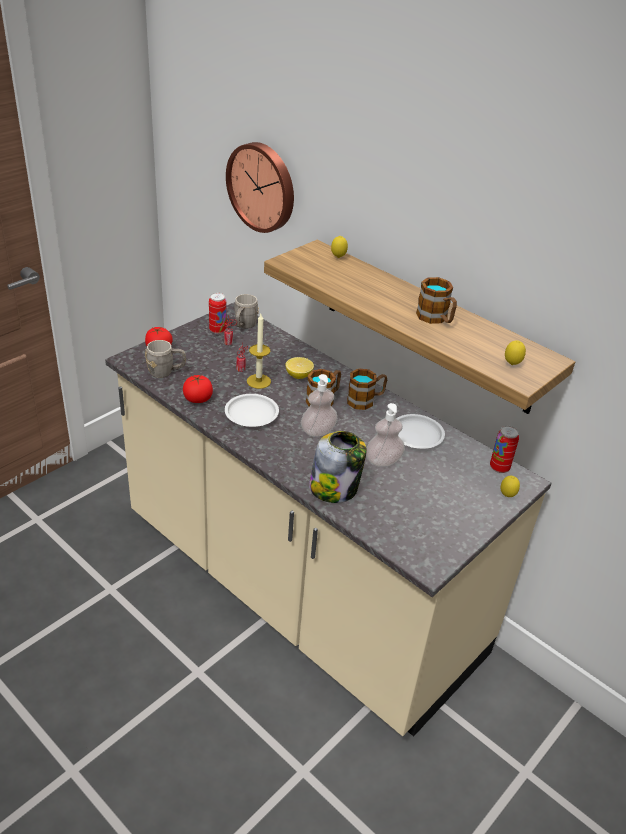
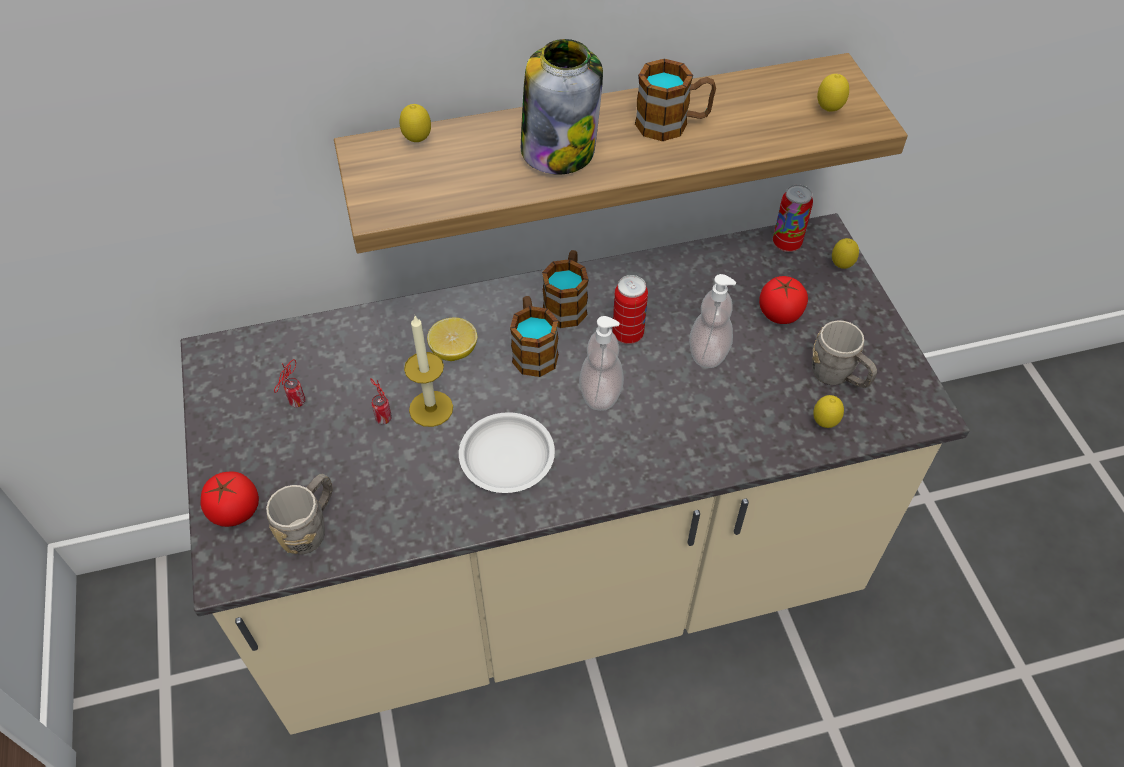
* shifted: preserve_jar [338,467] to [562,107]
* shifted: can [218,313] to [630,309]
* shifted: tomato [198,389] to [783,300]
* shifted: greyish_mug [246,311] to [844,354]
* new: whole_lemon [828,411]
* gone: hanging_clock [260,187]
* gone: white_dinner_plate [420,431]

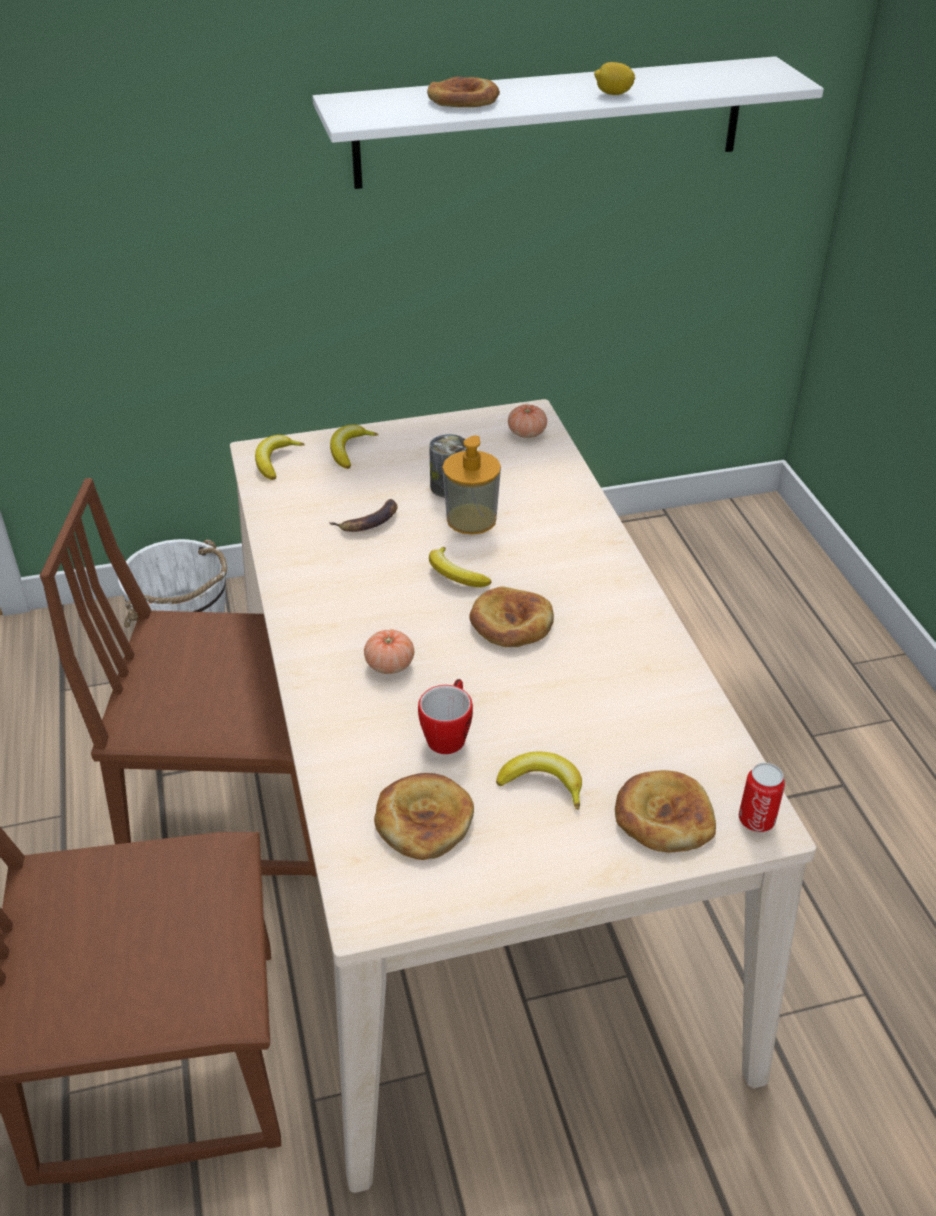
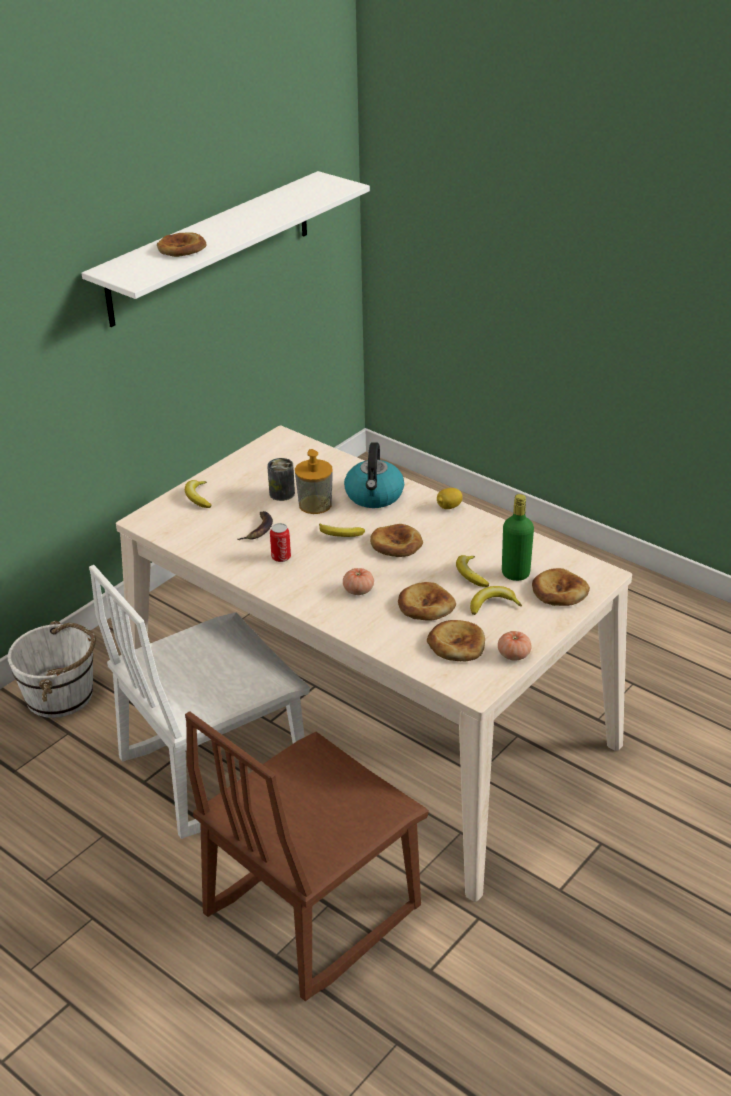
* repainted: brownish_plain_chair [178,677] to white_plain_chair [199,702]
* shifted: can [762,797] to [280,542]
* new: kettle [374,475]
* swapped: mug [445,716] to bakery_bread [427,601]
* shifted: whole_lemon [614,78] to [449,498]
* shifted: whole_banana [280,457] to [472,571]
* shifted: tomato [527,421] to [515,646]
* new: greenish_drink_bottle [518,537]

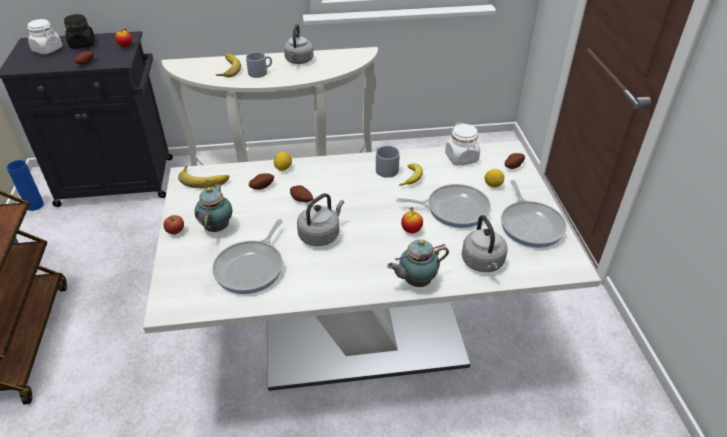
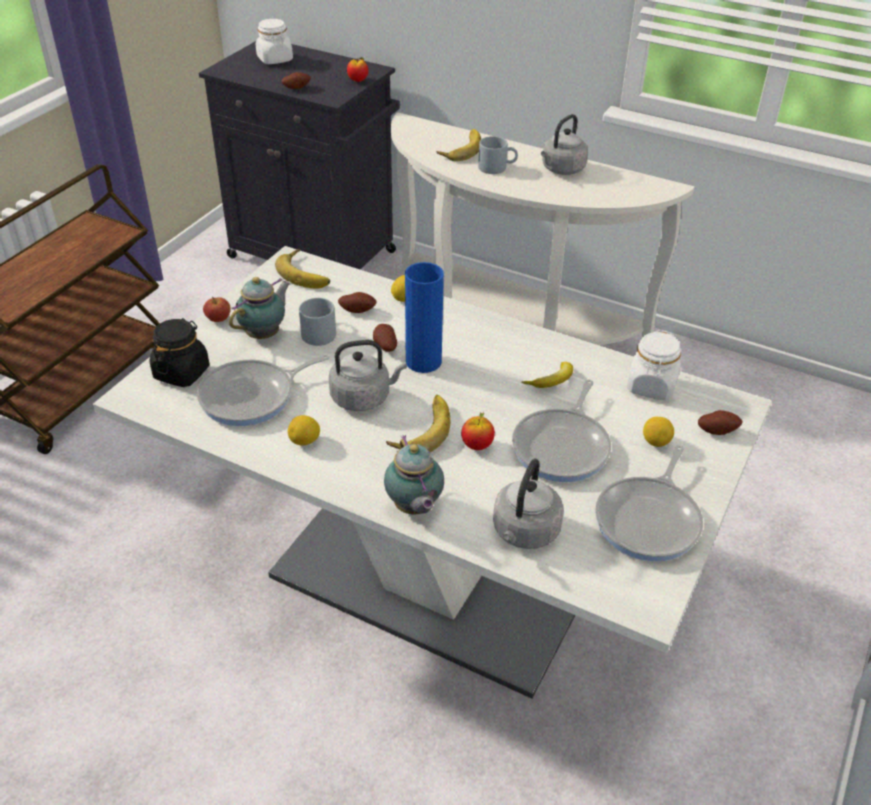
* shifted: black_preserve_jar [79,31] to [180,352]
* new: whole_lemon [304,430]
* shifted: greyish_mug [388,162] to [317,322]
* rotated: pot_for_tea [418,263] = [414,474] 120 degrees counterclockwise
* new: whole_banana [418,423]
* shifted: blue-coloured_vase [25,185] to [424,317]
* rotated: skillet [443,206] = [561,430] 75 degrees clockwise

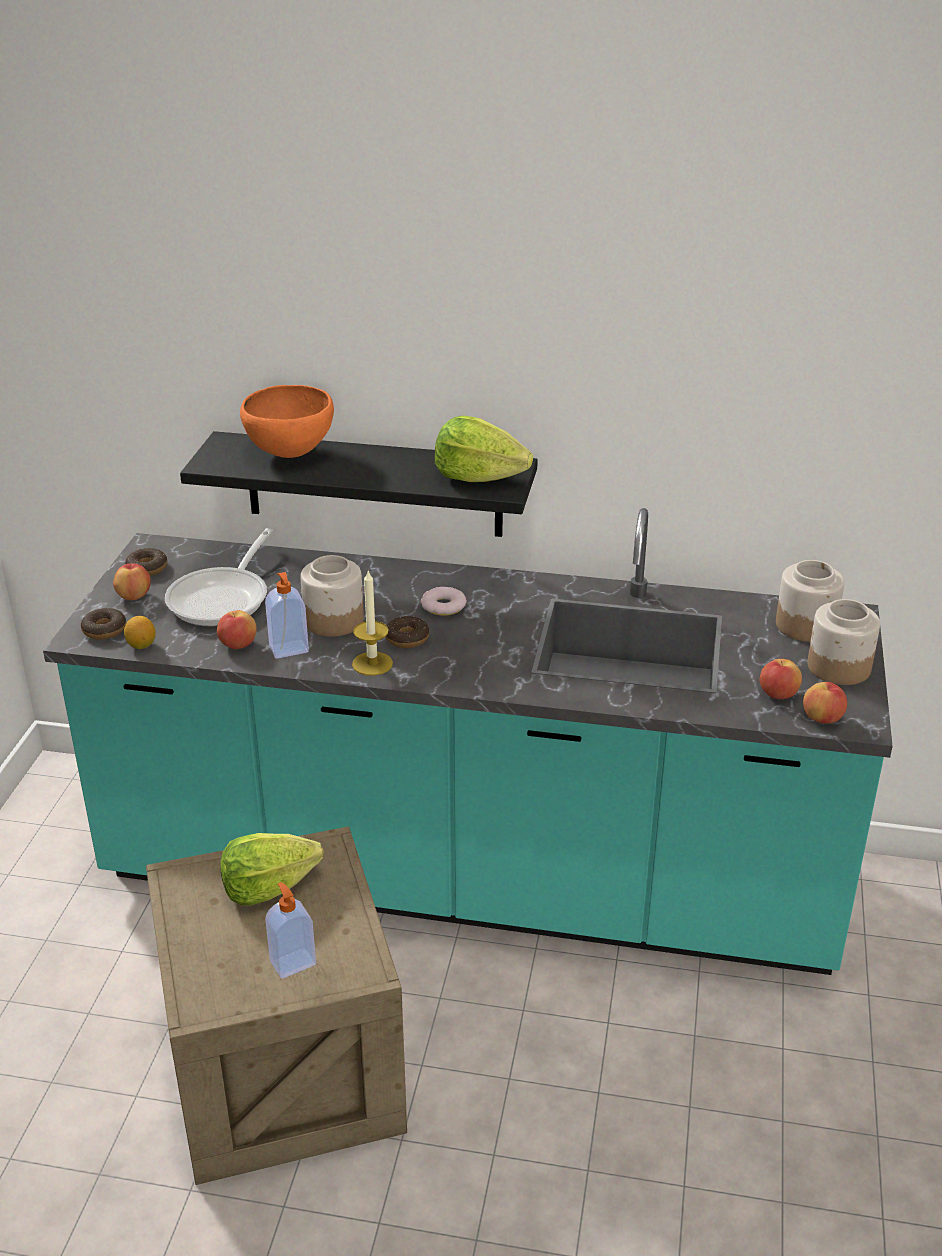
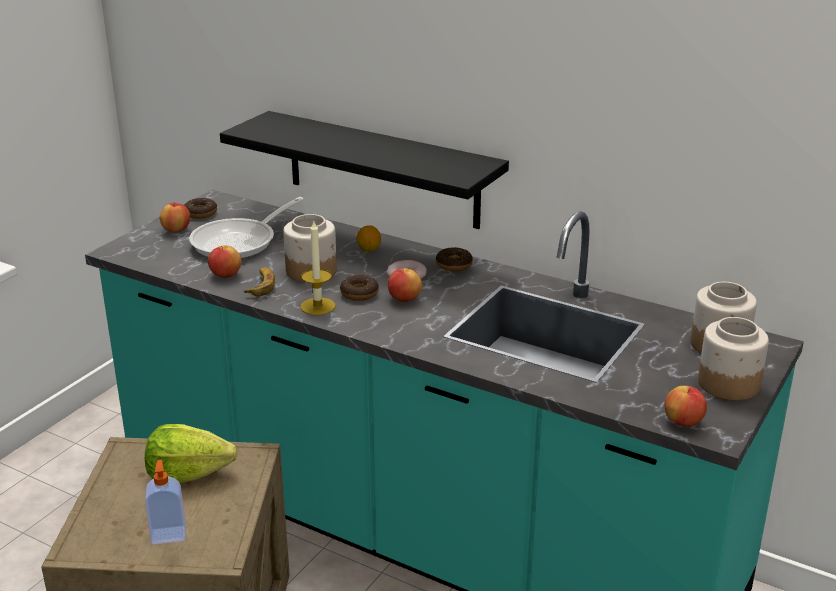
* swapped: soap_dispenser [287,615] to whole_banana [259,281]
* shifted: whole_lemon [139,632] to [369,238]
* shifted: apple_fruit [780,679] to [405,285]
* shifted: donut [103,624] to [454,259]
* gone: orangey_deep_dish [287,421]
* gone: lettuce_head [484,448]

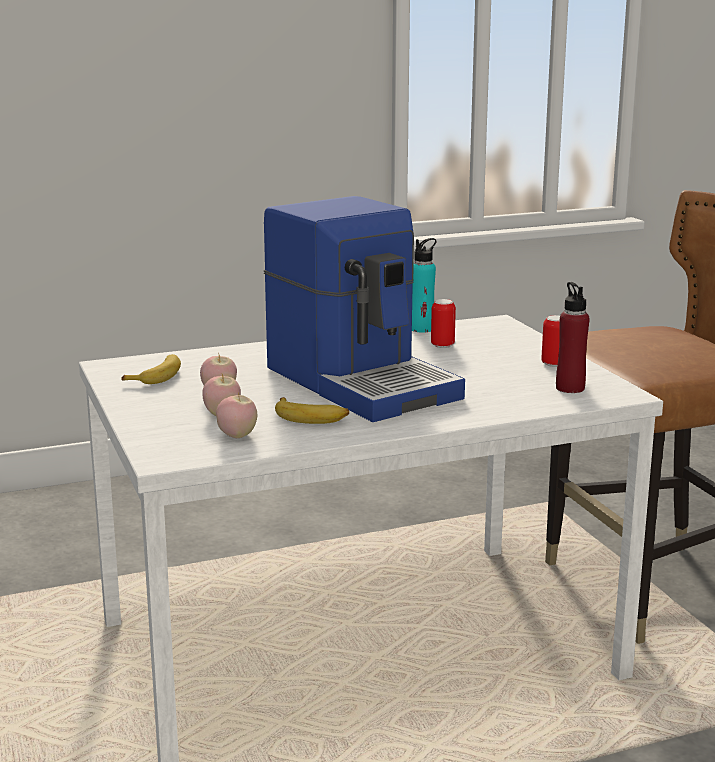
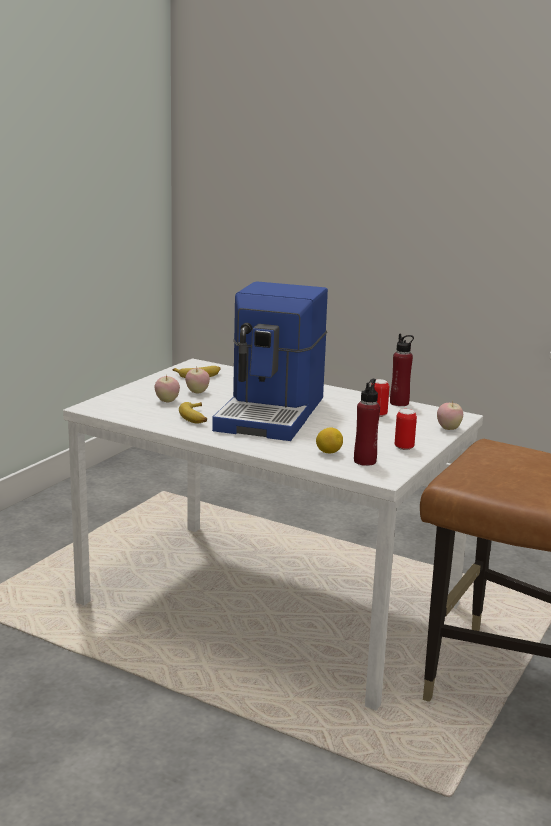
* new: whole_lemon [329,440]
* repainted: turquoise-coloured_drink_bottle [424,285] to red_drink_bottle [402,370]
* shifted: apple_fruit [236,415] to [450,415]

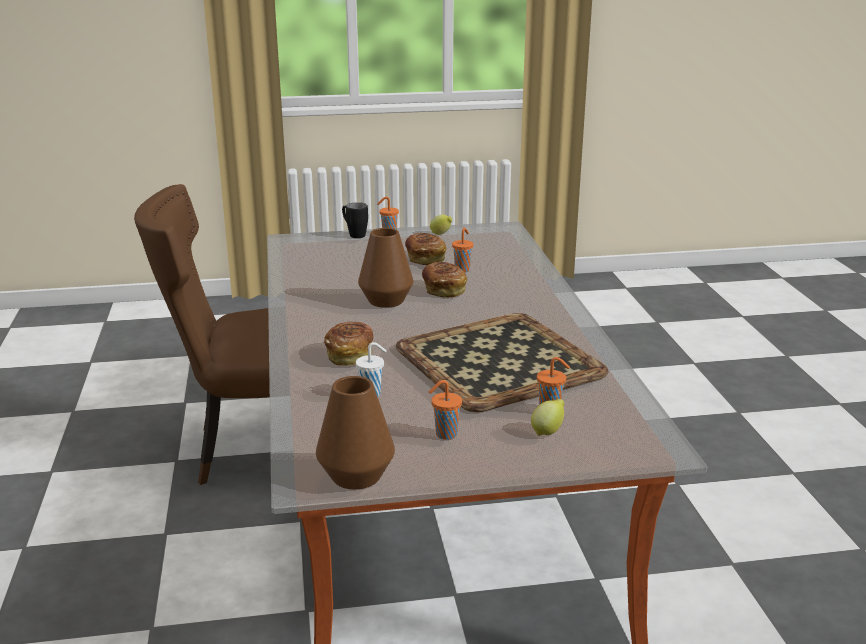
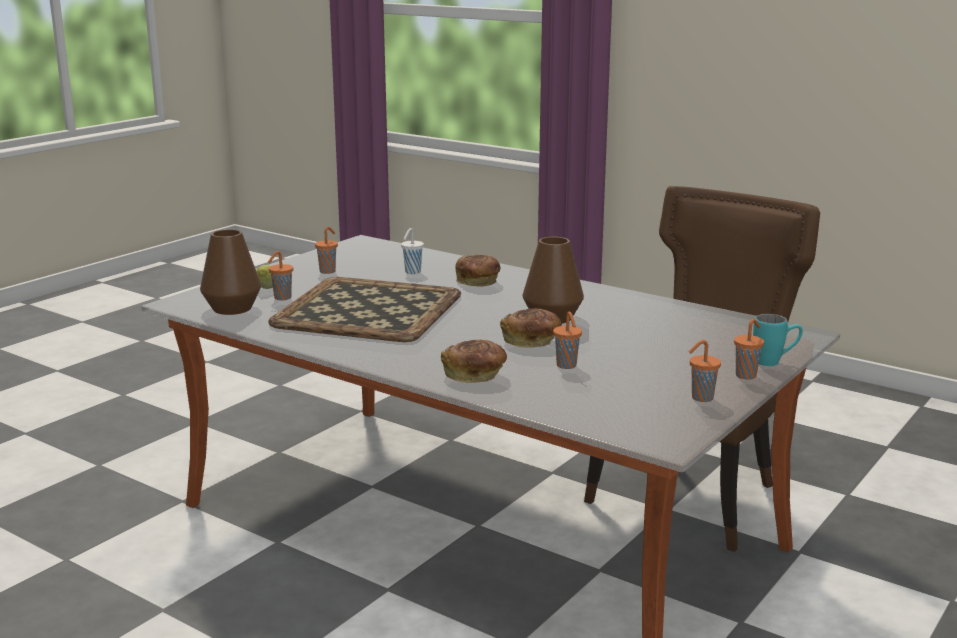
* shifted: brownish_vase [355,432] to [230,272]
* shifted: bakery_bread [426,249] to [474,361]
* swapped: whole_lemon [441,224] to orangey_cup [705,371]
* repainted: black_mug [355,220] to turquoise-coloured_mug [778,340]

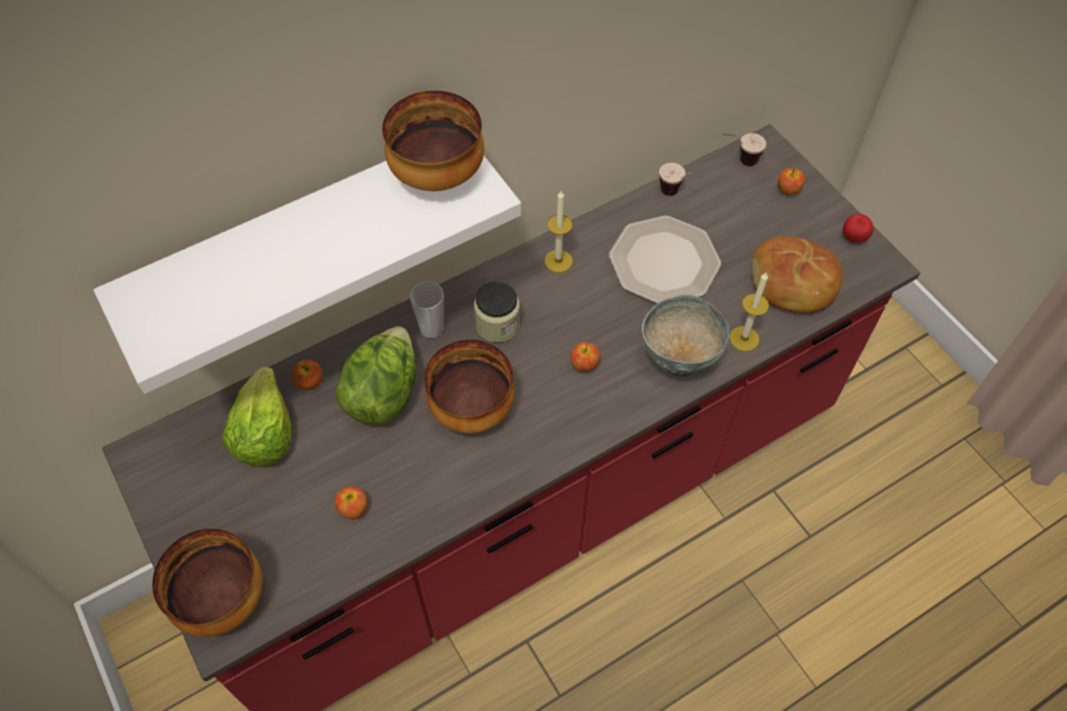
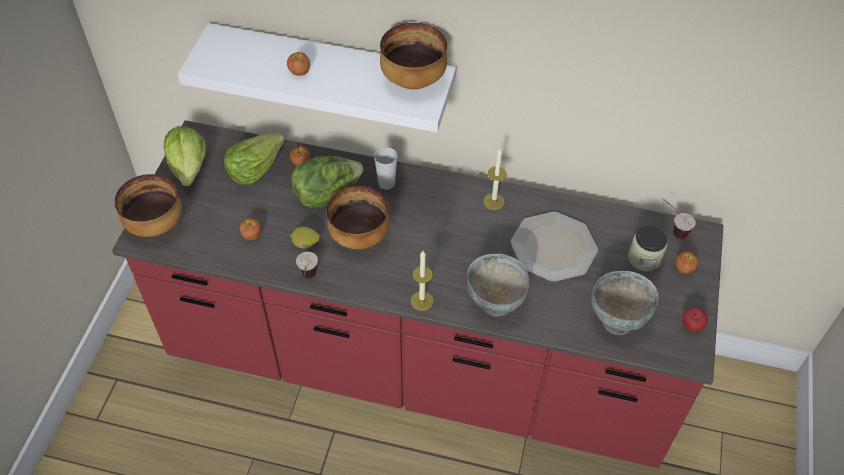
* new: lettuce_head [185,156]
* shifted: apple_fruit [585,357] to [298,64]
* new: whole_lemon [305,238]
* shifted: cup [681,179] to [307,265]
* shifted: wax_candle [749,312] to [422,281]
* swapped: bakery_bread [797,274] to greyish_deep_dish [624,303]
* shifted: preserve_jar [497,311] to [647,248]

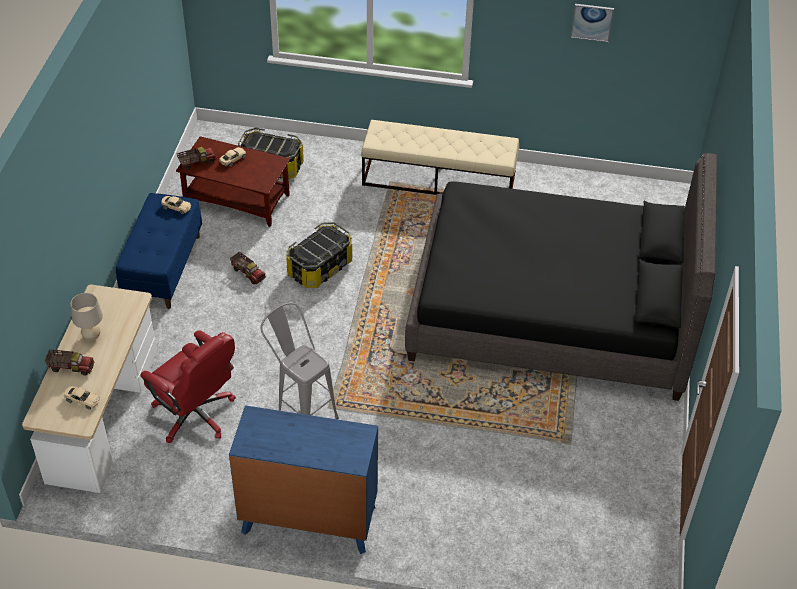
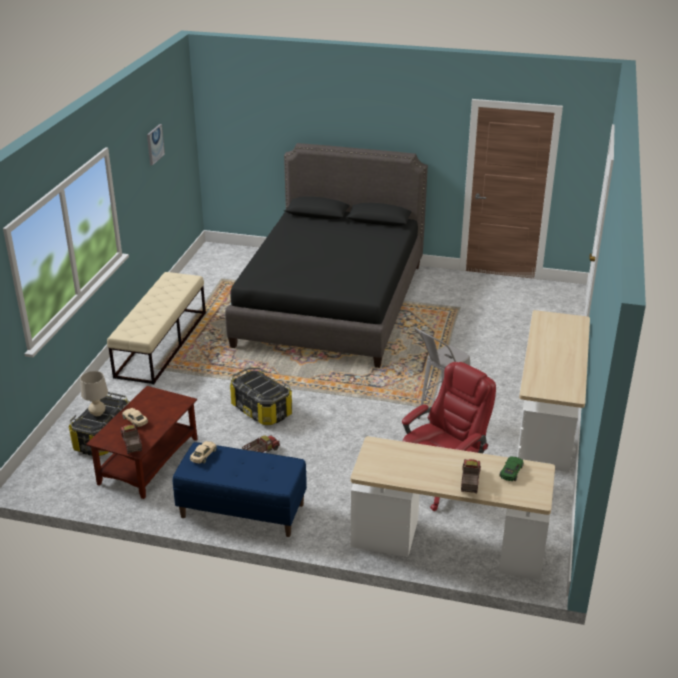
* shifted: beige-coloured_table_lamp [87,316] to [94,393]
* repainted: beige-coloured_toy_car [82,398] to greenish_toy_car [511,468]
* swapped: blue-coloured_dresser [303,479] to desk_table [553,391]

